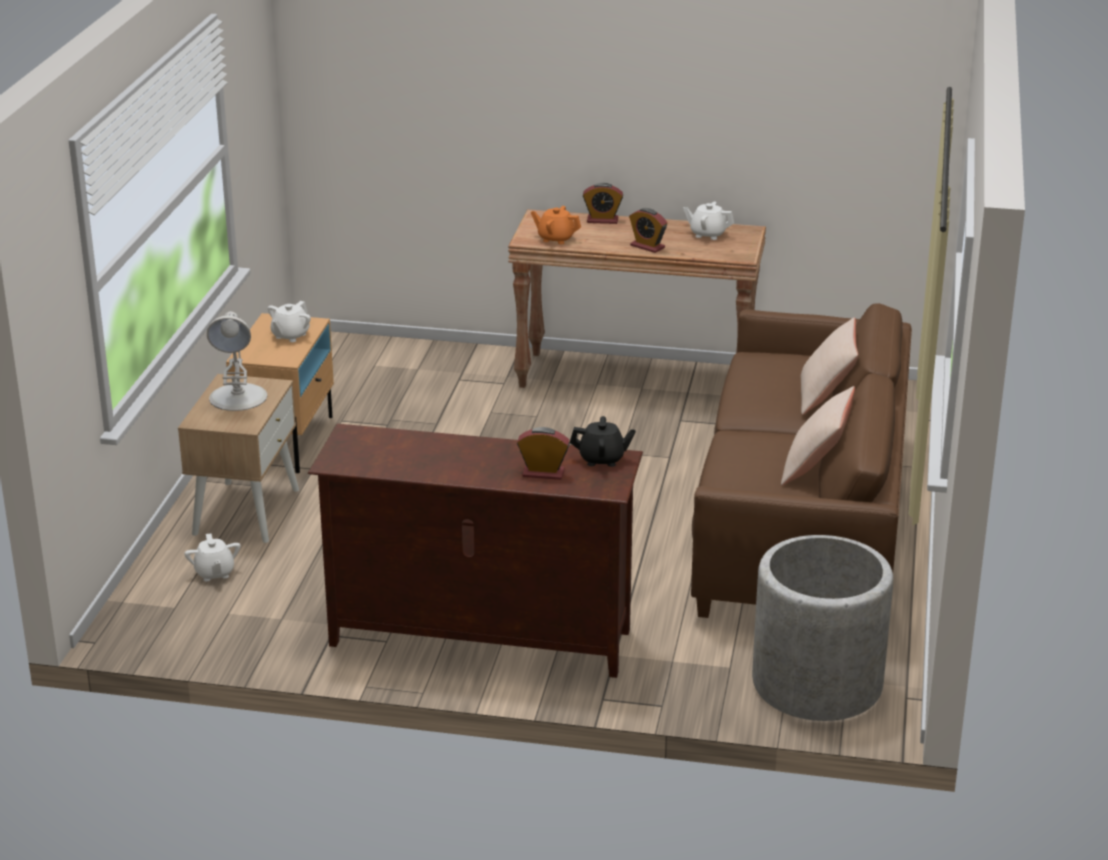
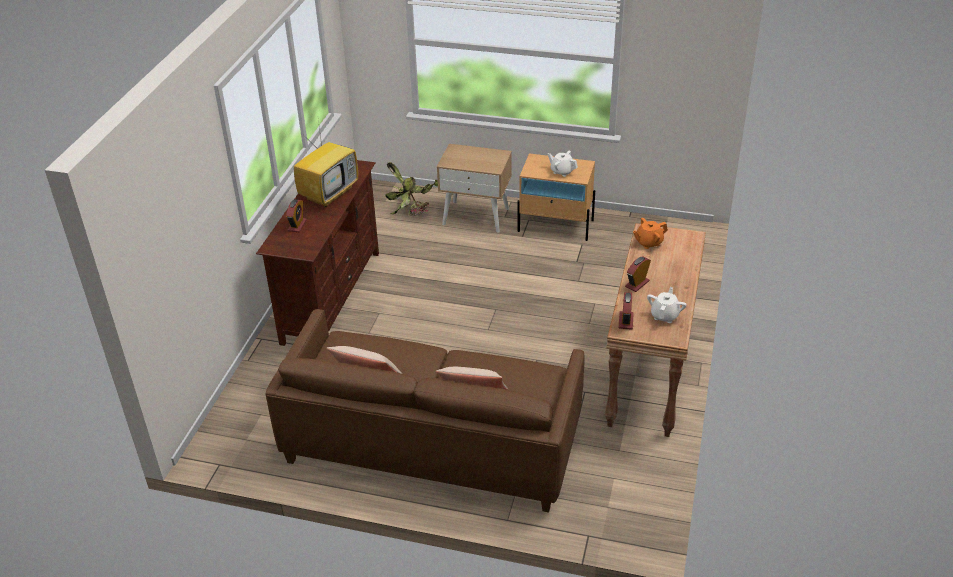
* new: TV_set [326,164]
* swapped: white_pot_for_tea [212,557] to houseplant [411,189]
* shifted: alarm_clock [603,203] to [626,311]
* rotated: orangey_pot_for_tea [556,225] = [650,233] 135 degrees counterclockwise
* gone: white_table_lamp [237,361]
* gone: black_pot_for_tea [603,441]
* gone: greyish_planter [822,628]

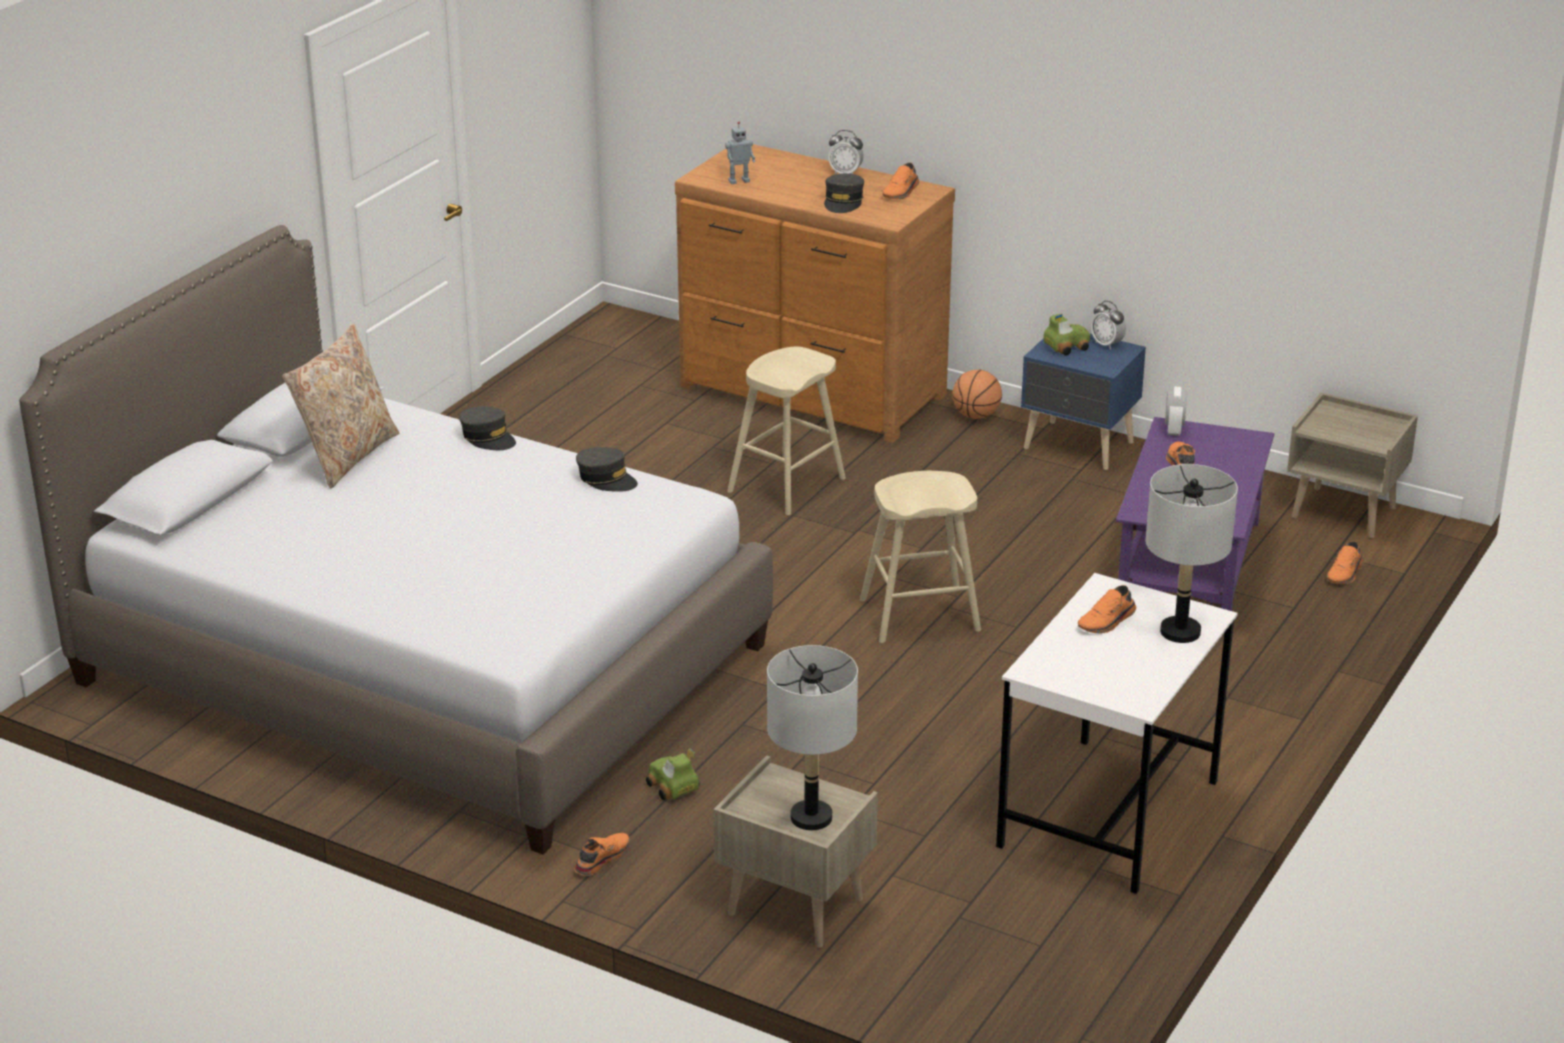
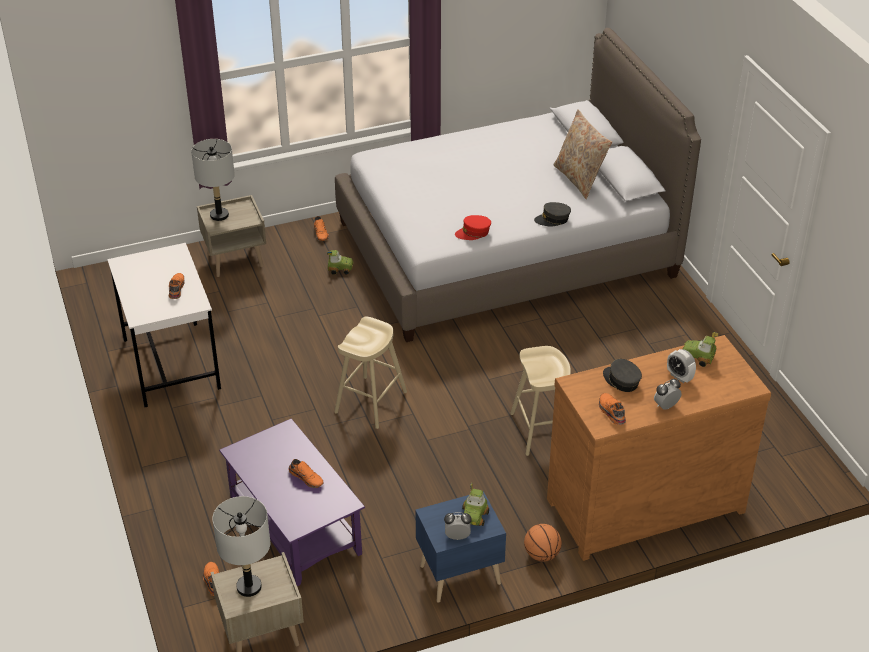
* shifted: greyish_table_lamp [1191,553] to [241,546]
* repainted: greyish_baseball_cap [607,469] to red_baseball_cap [473,227]
* shifted: alarm_clock [1176,411] to [681,366]
* swapped: toy_robot [740,153] to toy_car [701,349]

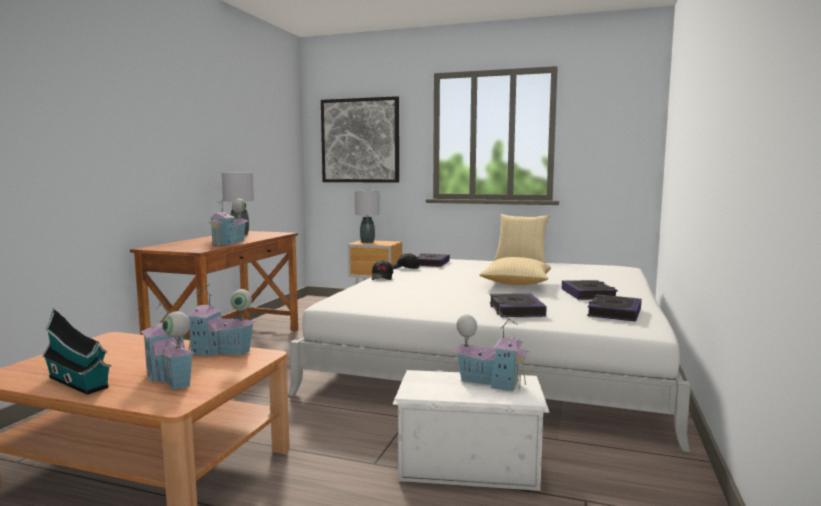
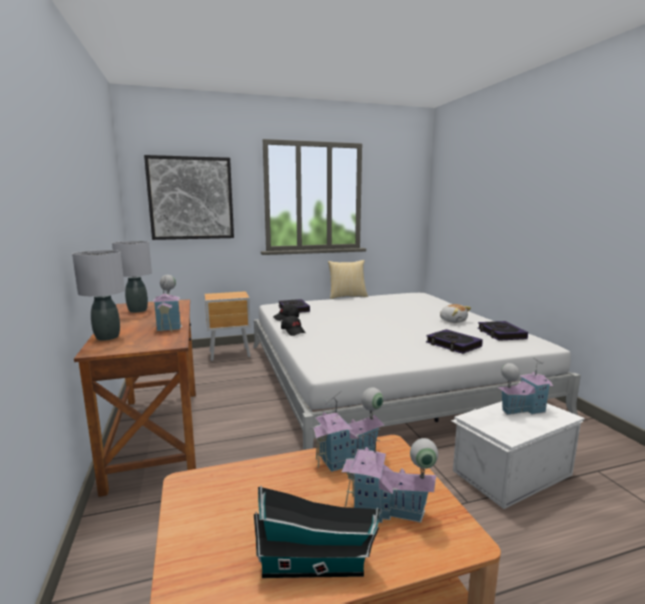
* shifted: greyish_table_lamp [367,217] to [98,295]
* swapped: book [590,290] to cuddly_toy [455,313]
* gone: cushion [515,271]

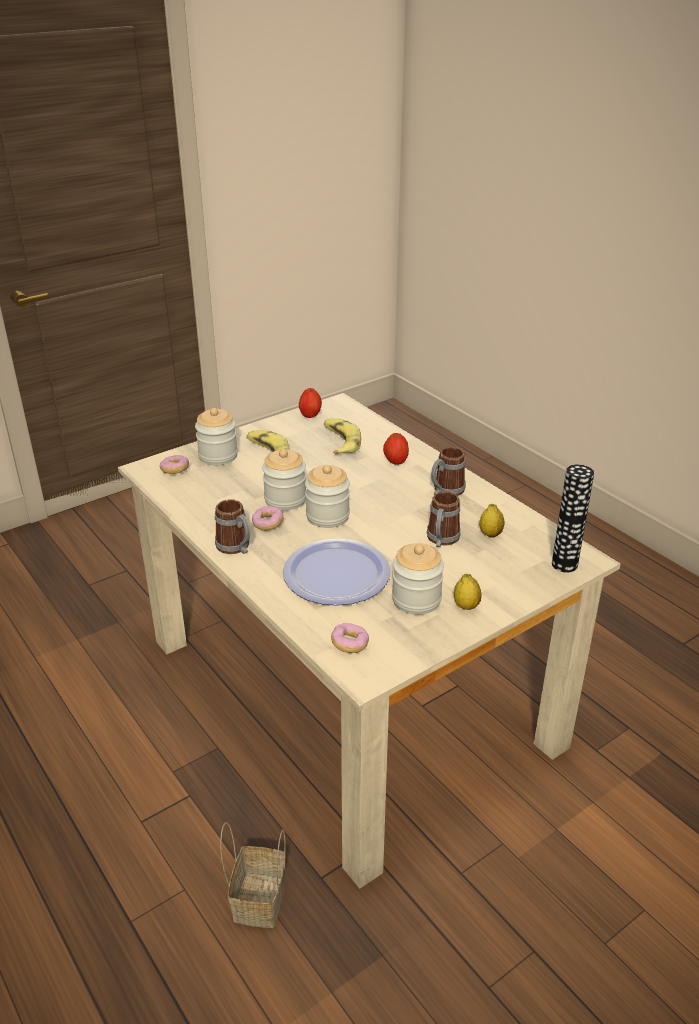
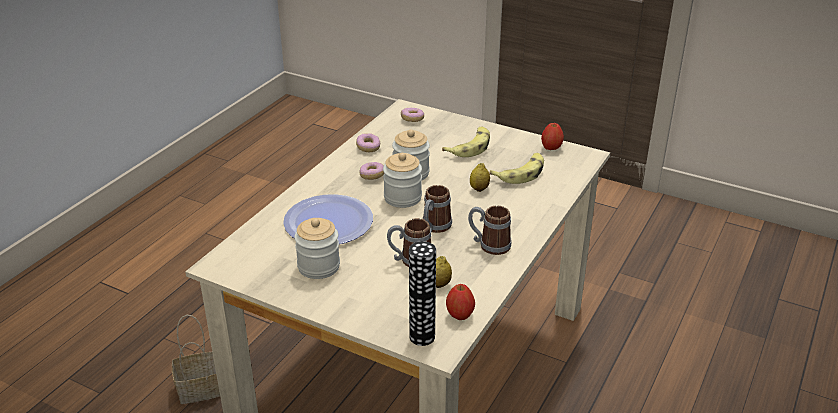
* shifted: donut [350,638] to [368,142]
* shifted: mug [232,526] to [437,209]
* shifted: apple_fruit [396,449] to [460,302]
* shifted: whole_lemon [468,592] to [480,177]
* gone: preserve_jar [216,436]

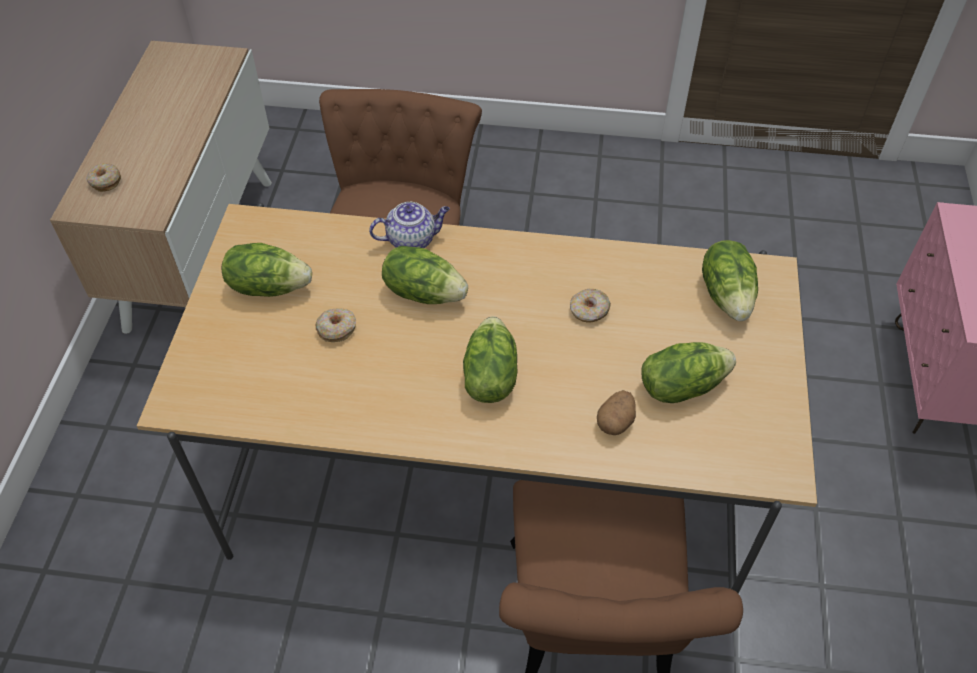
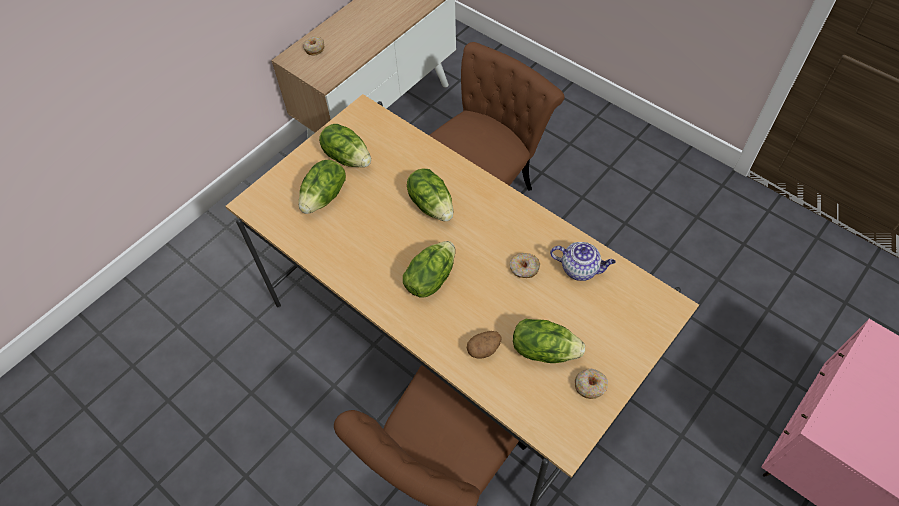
* shifted: lettuce_head [730,280] to [322,187]
* shifted: pot_for_tea [409,225] to [583,261]
* shifted: donut [336,325] to [591,383]

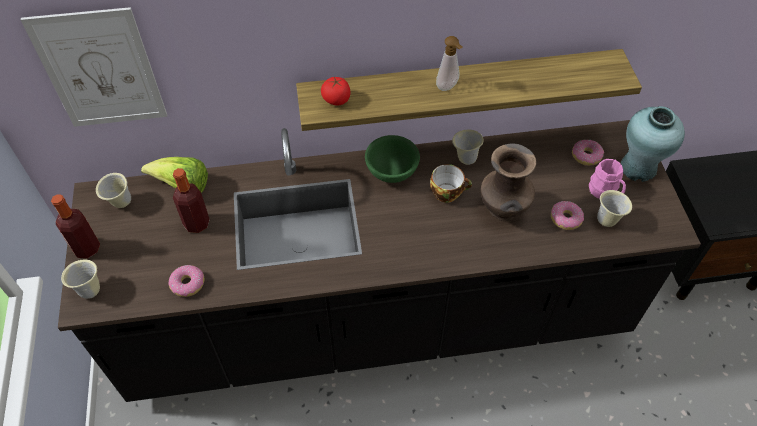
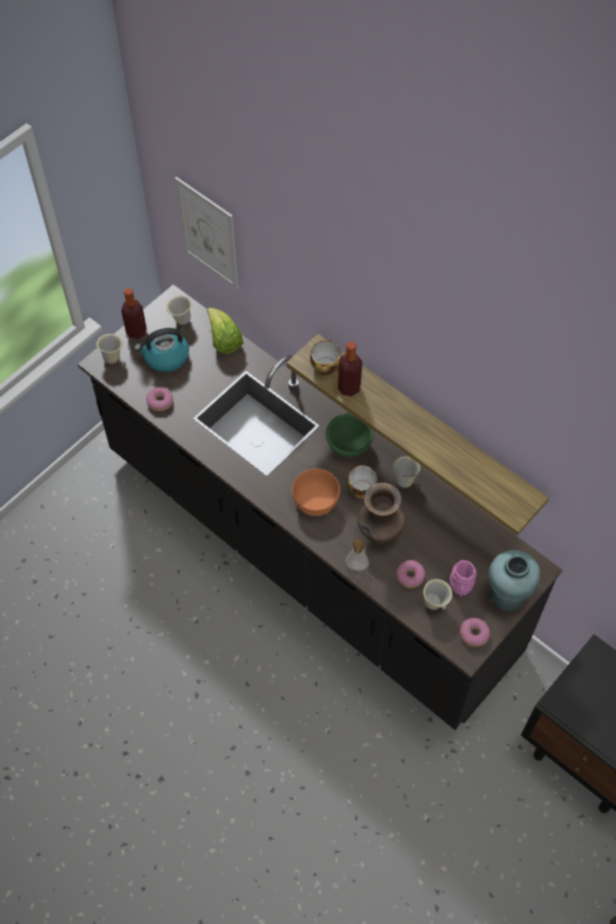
* new: kettle [161,350]
* new: orangey_deep_dish [316,492]
* swapped: tomato [336,91] to cup [325,357]
* shifted: drink_bottle [191,200] to [350,368]
* shifted: soap_dispenser [449,63] to [357,555]
* shifted: donut [588,153] to [475,632]

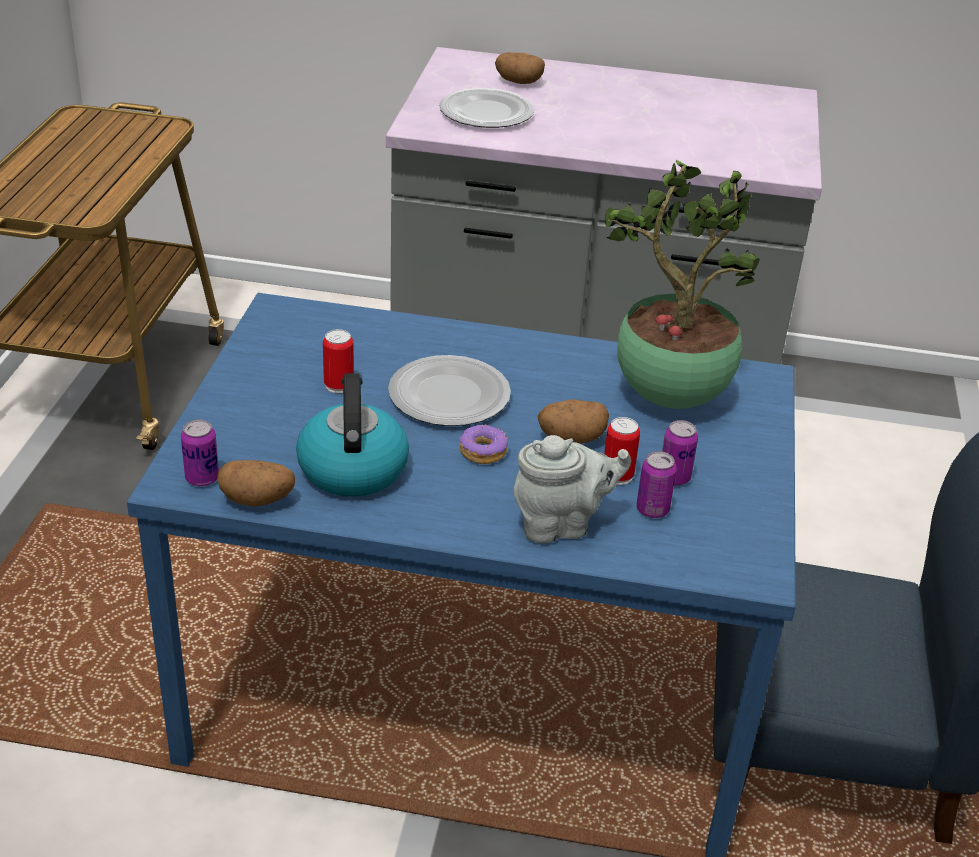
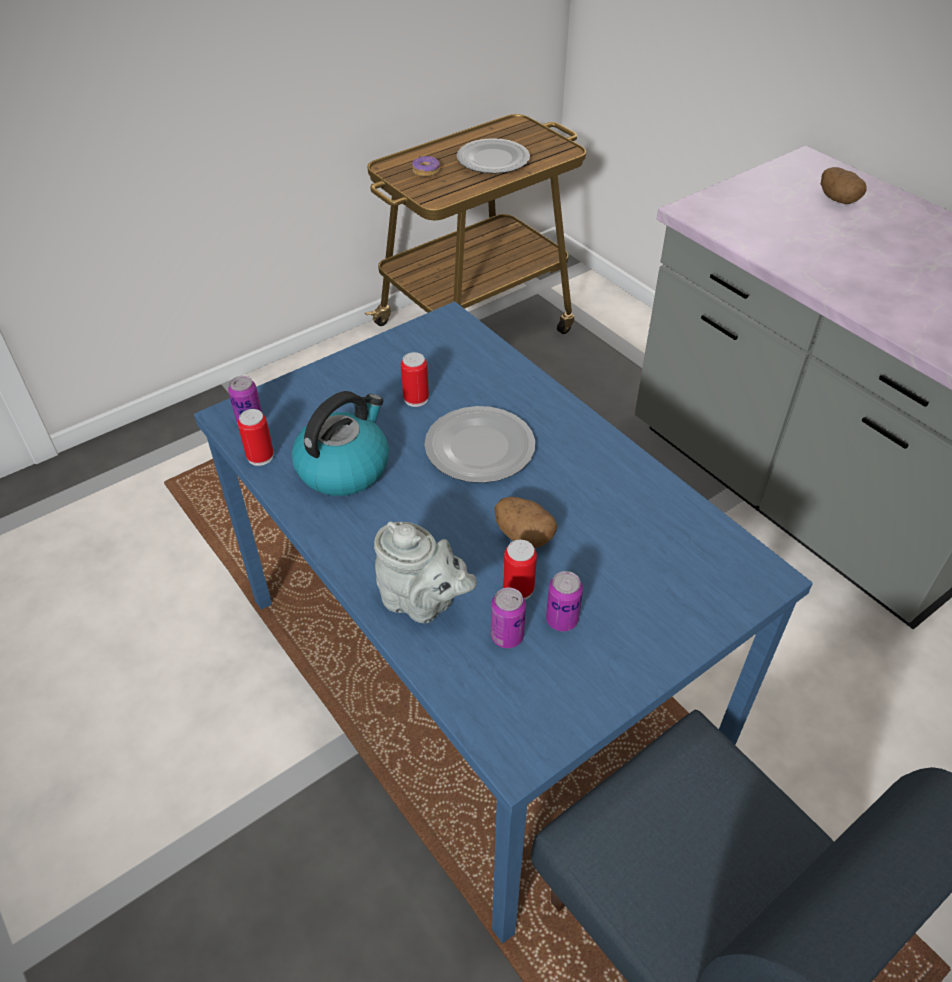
* swapped: potato [256,483] to can [256,437]
* shifted: donut [483,444] to [426,166]
* shifted: dinner_plate [487,108] to [493,156]
* gone: houseplant [682,284]

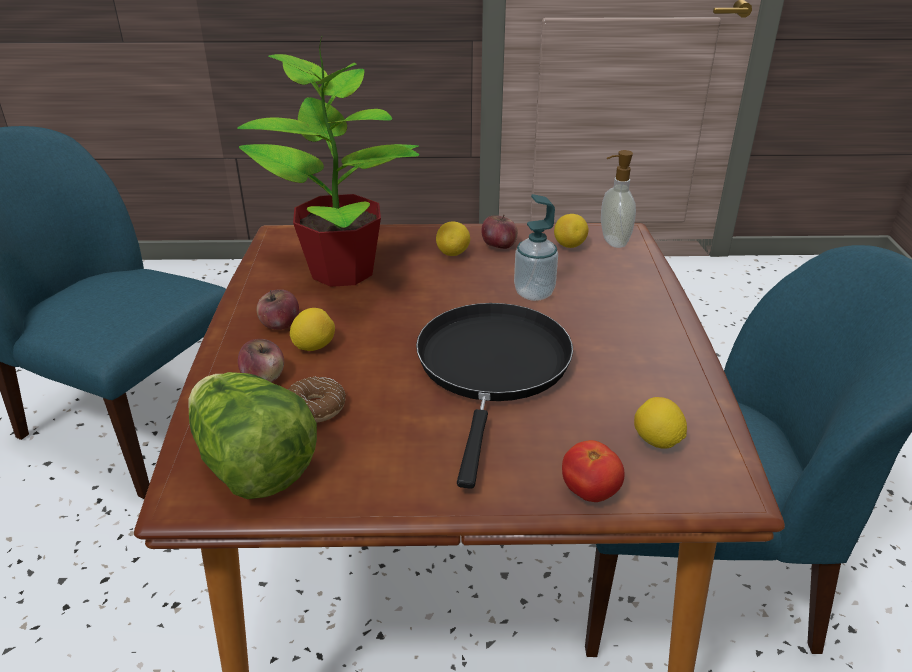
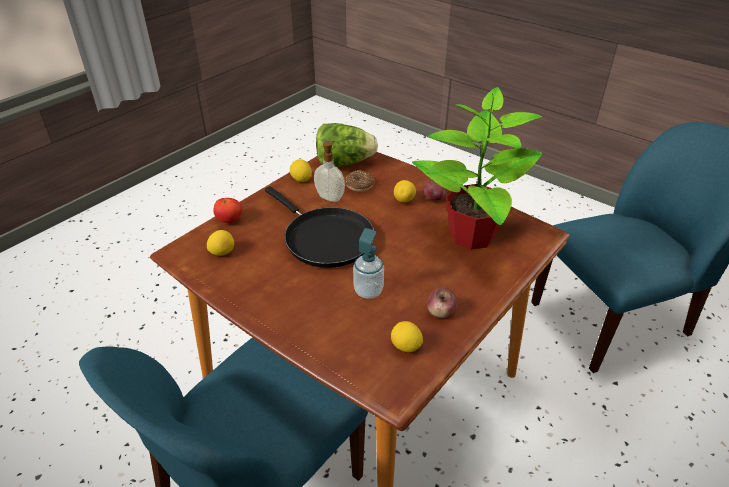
* shifted: whole_lemon [453,239] to [301,170]
* shifted: soap_dispenser [618,199] to [329,171]
* gone: apple_fruit [261,361]

